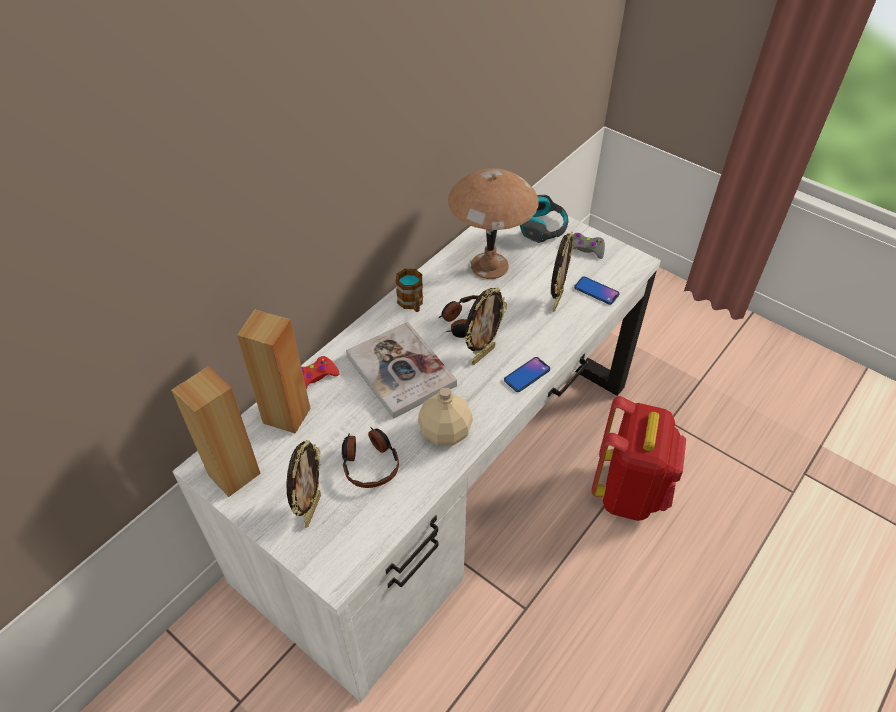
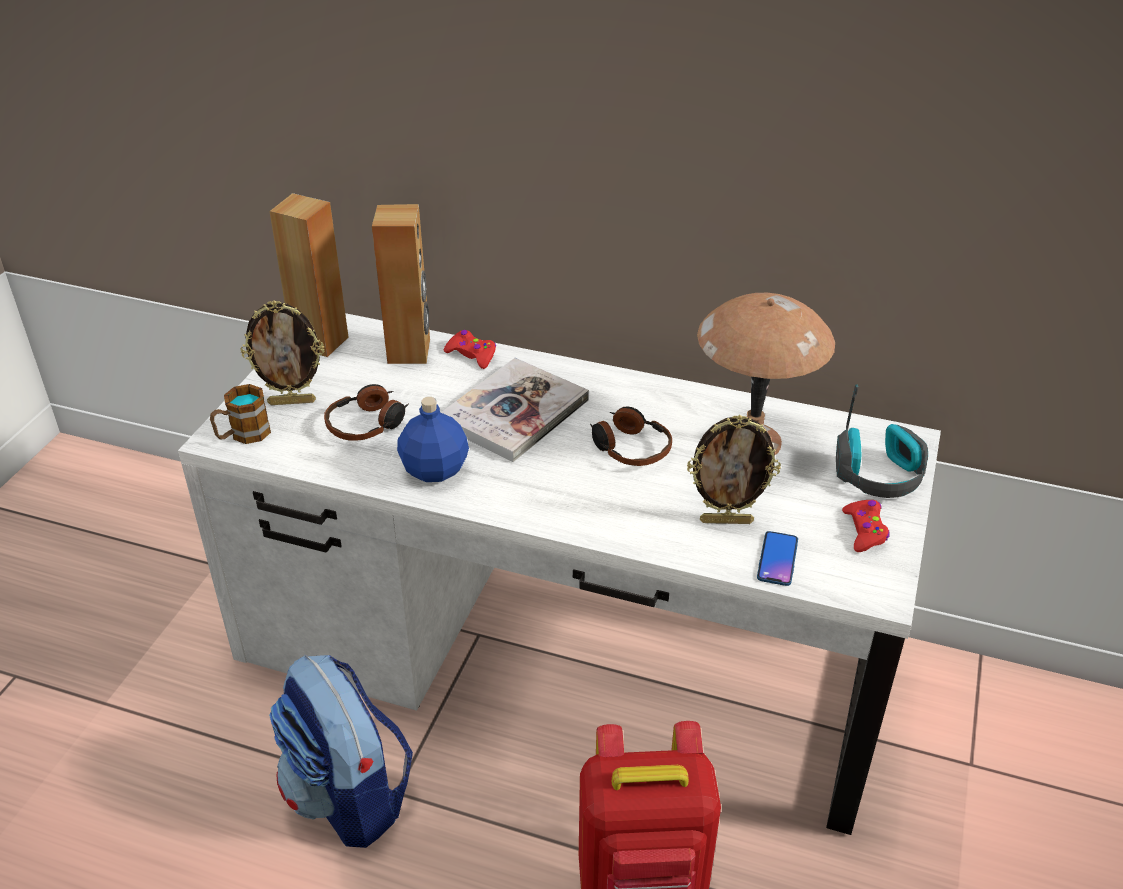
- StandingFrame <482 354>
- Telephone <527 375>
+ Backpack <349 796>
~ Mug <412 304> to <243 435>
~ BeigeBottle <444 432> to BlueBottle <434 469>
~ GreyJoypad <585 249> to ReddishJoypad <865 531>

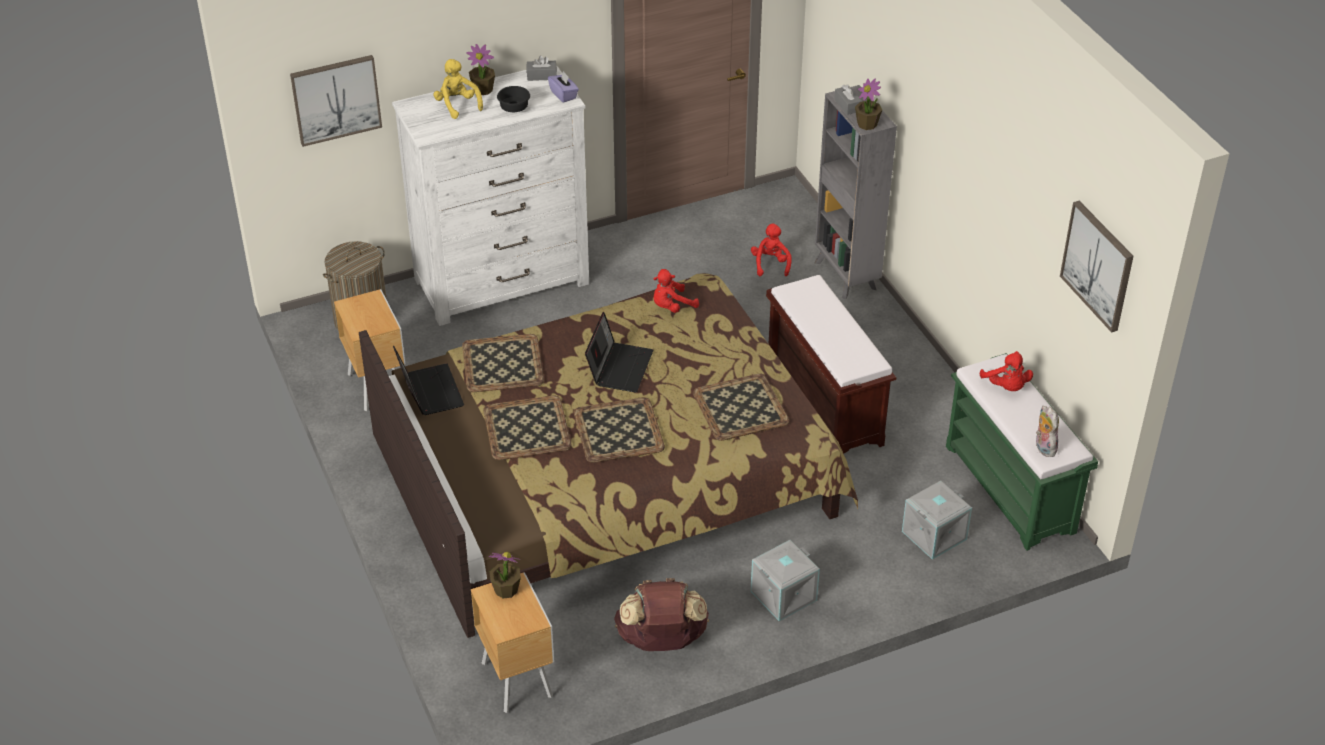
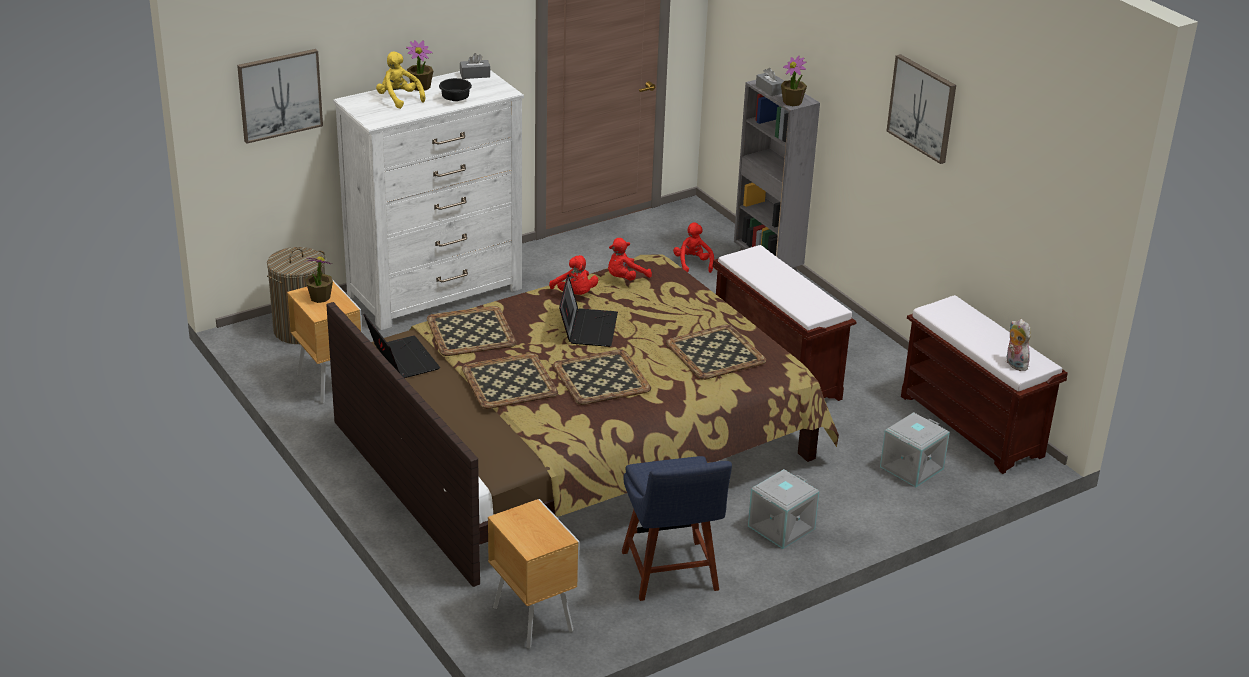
- PurpleColouredTissueBox <563 95>
~ PottedPlant <506 590> to <319 297>
~ ReddishSoftToy <1006 387> to <575 294>
~ WallPicture <1098 265> to <922 108>
~ BrownishBackpack <661 641> to BlueUprightChair <671 574>
~ GreenishLongSeat <1011 489> to BrownishLongSeat <973 426>

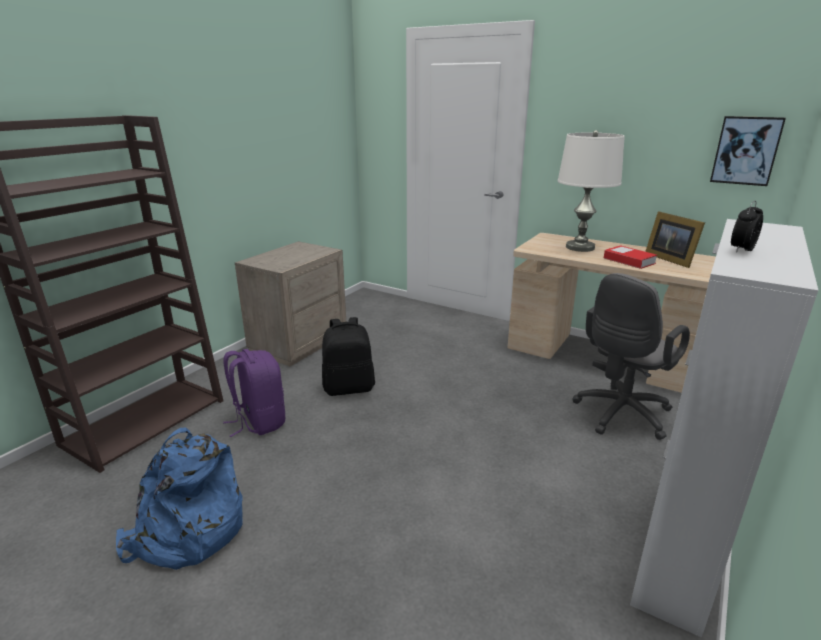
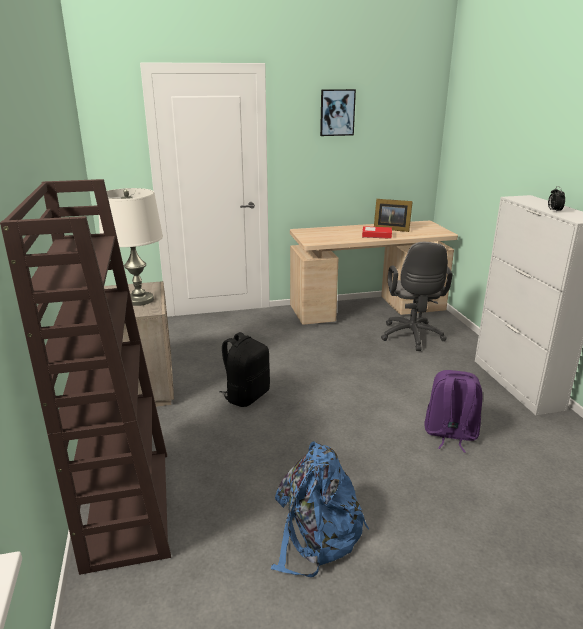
~ PurpleColouredBackpack <259 421> to <450 434>
~ WhiteColouredLampForATable <580 247> to <139 300>
~ WallPicture <746 150> to <337 112>

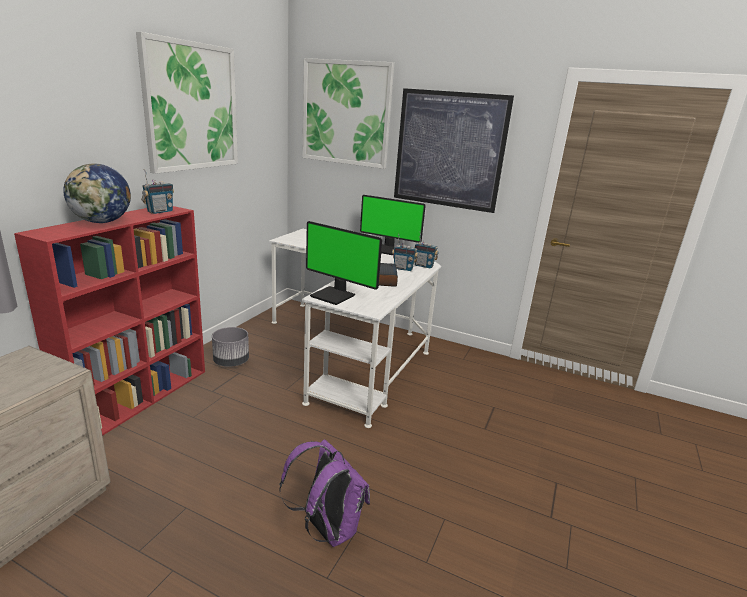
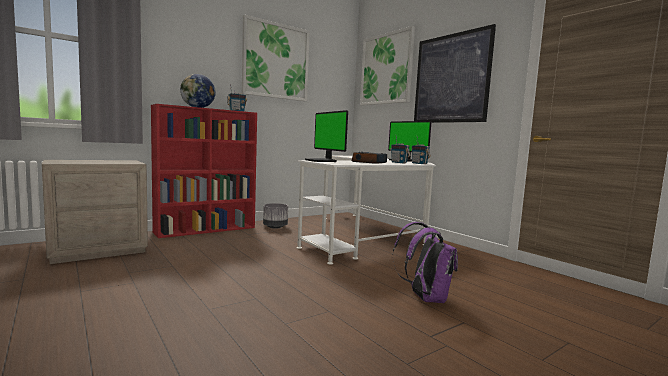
~ PurpleColouredBackpack <326 528> to <424 298>

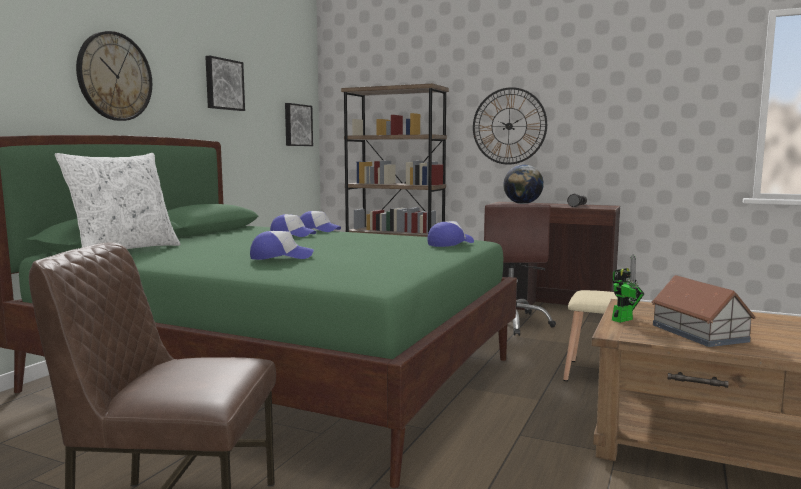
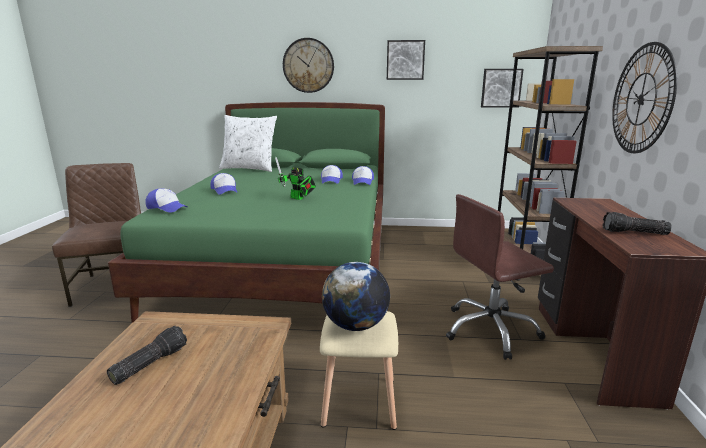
~ BaseballCap <450 243> to <167 208>
~ DeskGlobe <522 204> to <355 325>
~ ModelRobot <624 319> to <298 198>
~ MiniatureHouse <698 332> to Torch <150 363>

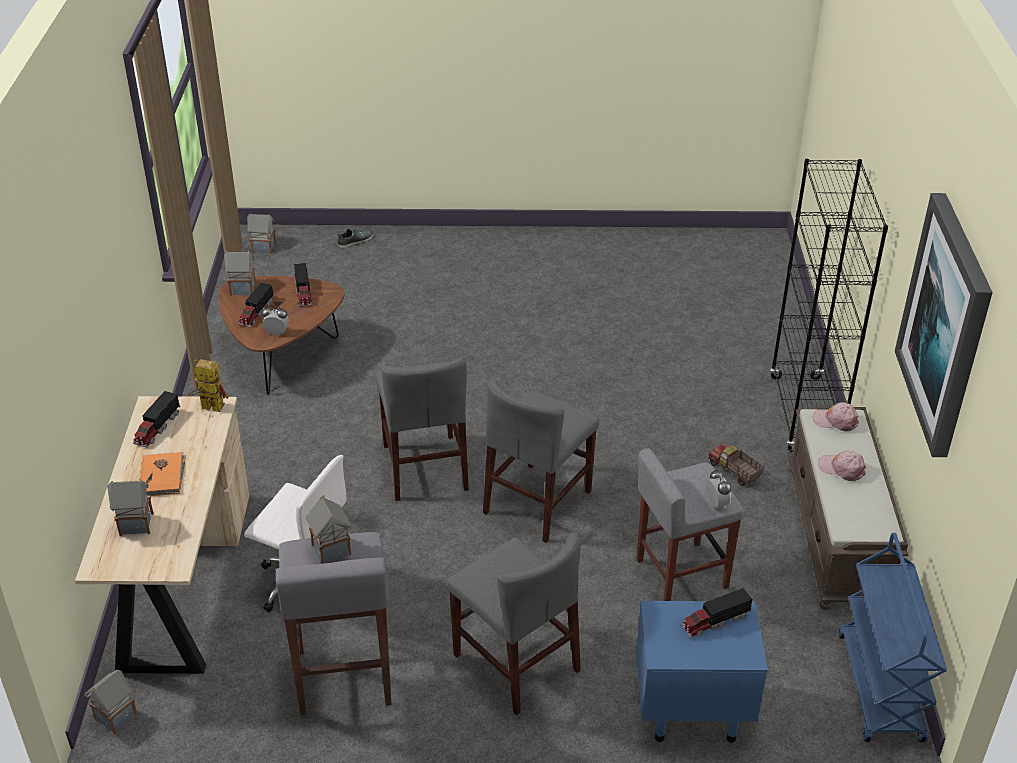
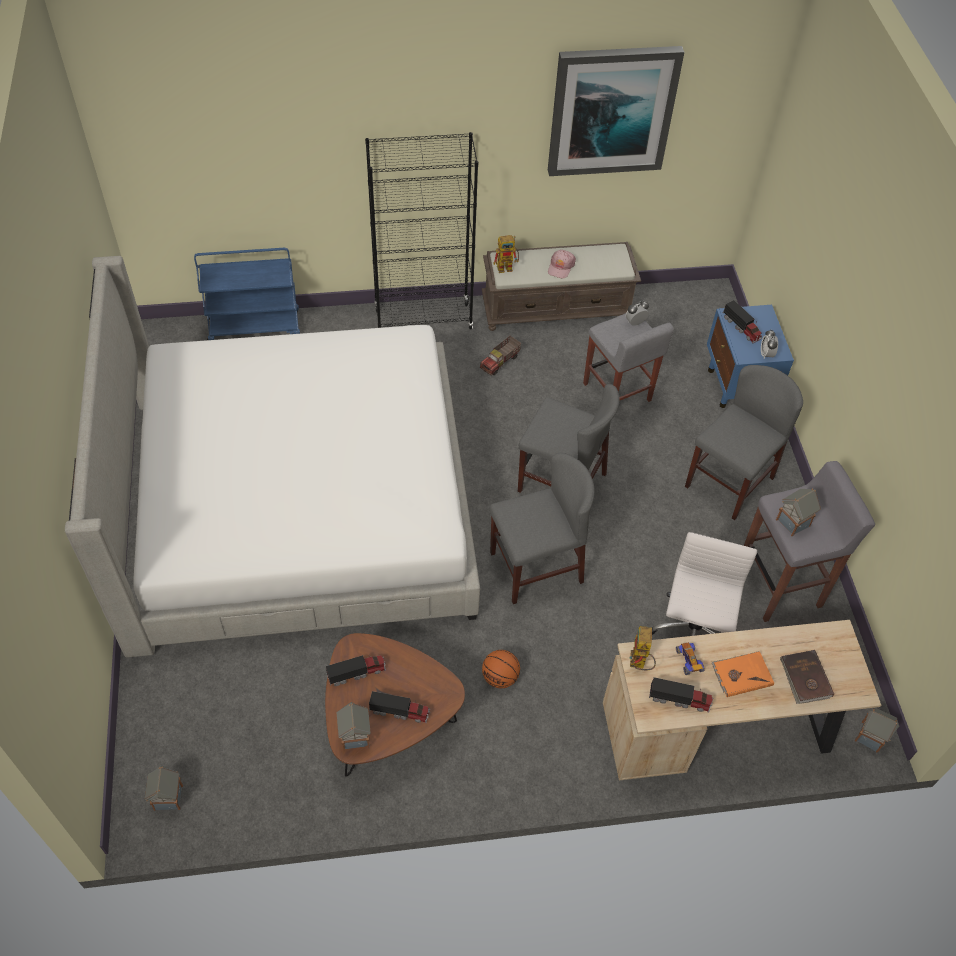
- LowShoe <355 241>
+ BedroomBed <298 506>
+ BallForBasketball <500 677>
+ ToyCar <689 661>
~ BedsideClock <276 333> to <766 354>
~ BlueWheeledCart <880 688> to <255 327>
~ MiniatureHouse <135 524> to BrownishVolume <805 678>
~ PinkBaseballCap <835 421> to ModelRobot <507 267>

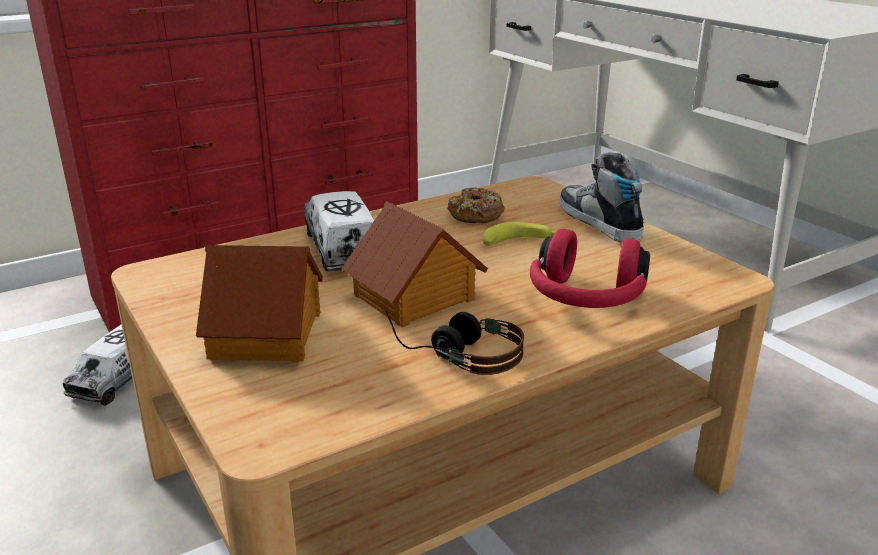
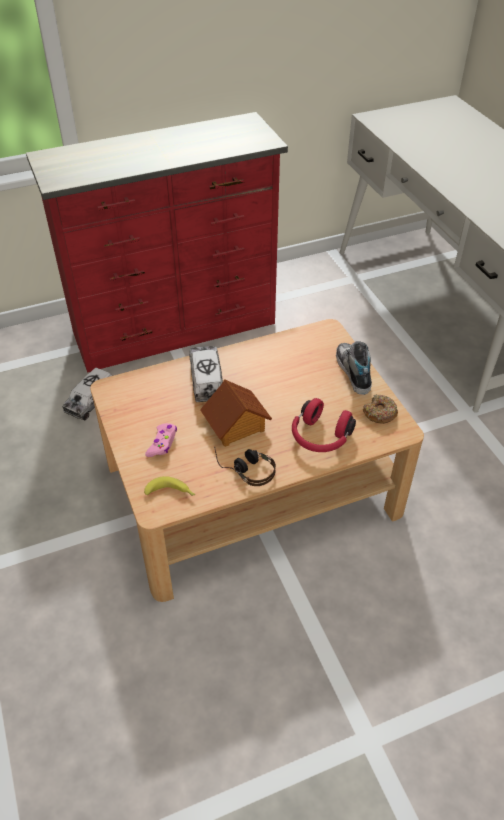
~ RingDoughnut <475 215> to <379 413>
~ WholeBanana <524 243> to <171 493>
~ MiniatureHouse <268 334> to PinkJoypad <162 443>

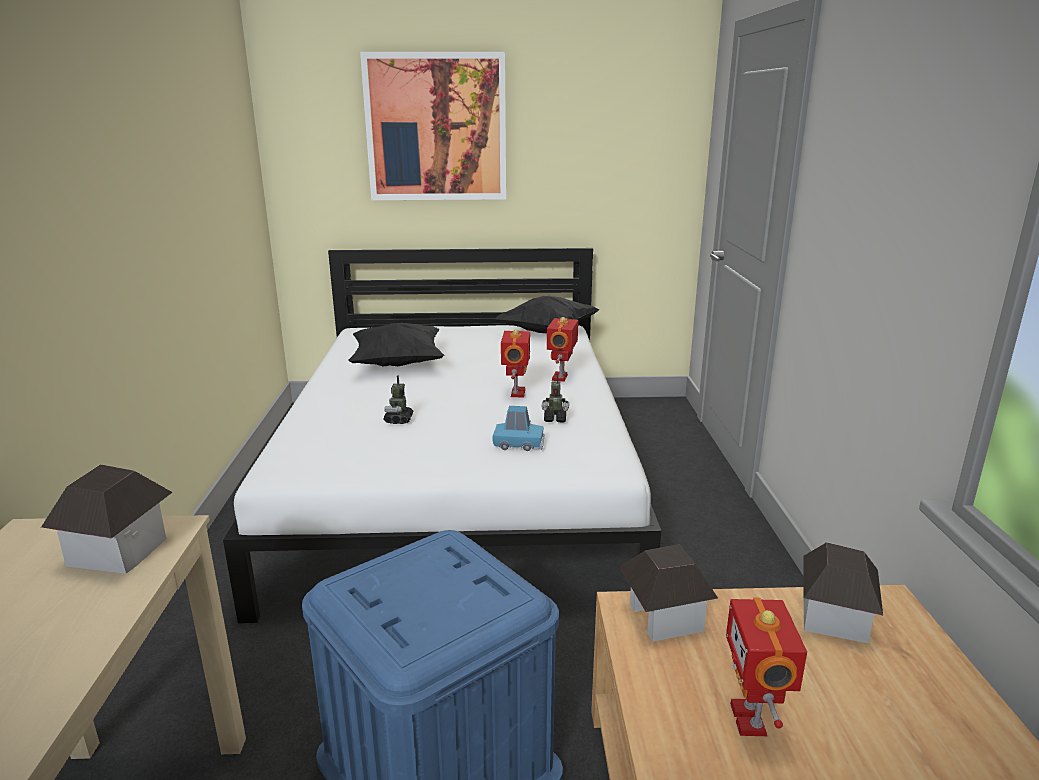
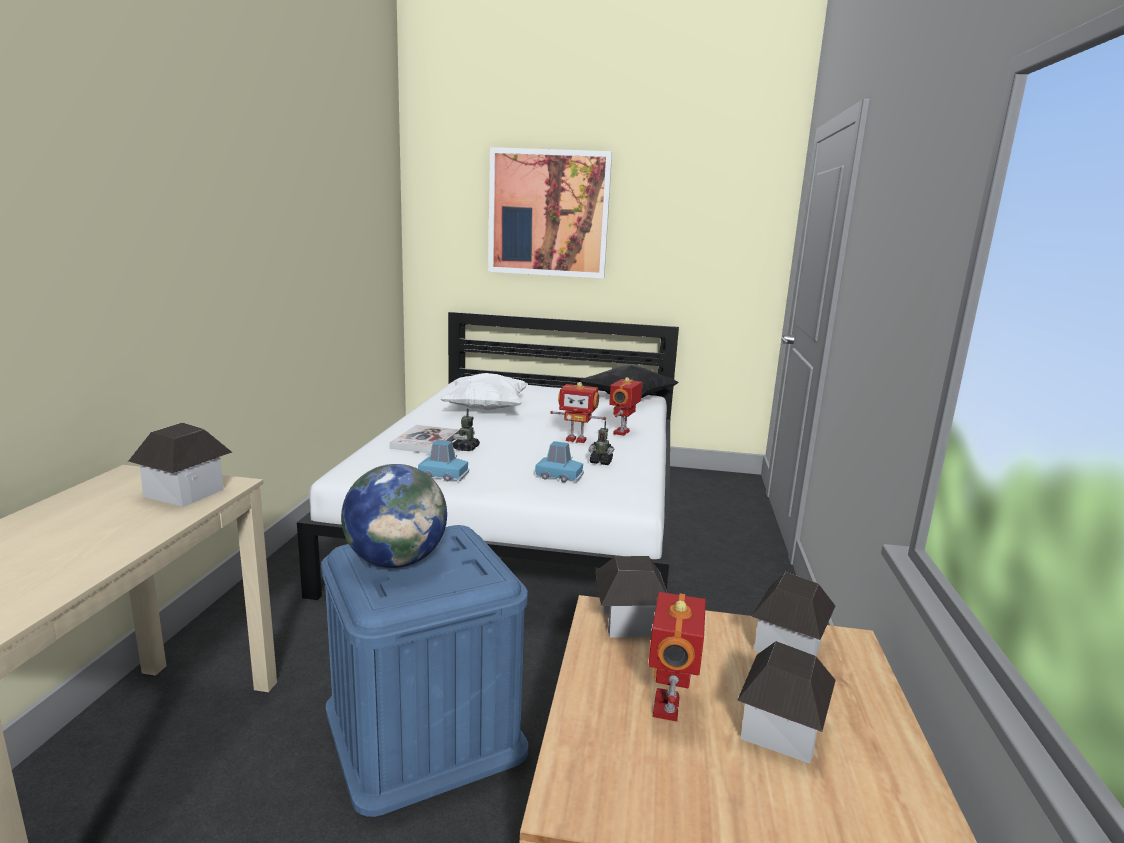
+ DeskGlobe <396 561>
+ Volume <426 441>
+ BlueToyCar <444 475>
+ MiniatureHouse <780 730>
~ BlackColouredThrowPillow <397 364> to WhiteColouredThrowPillow <486 409>
~ ModelRobot <516 393> = <576 439> 90 degrees clockwise

